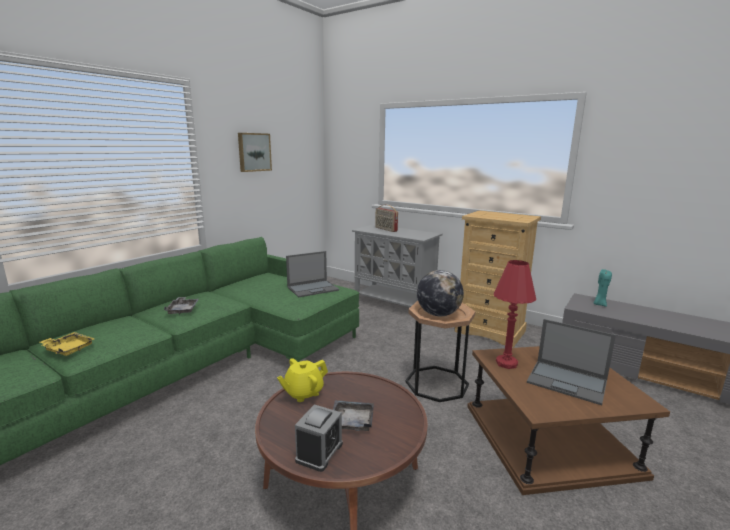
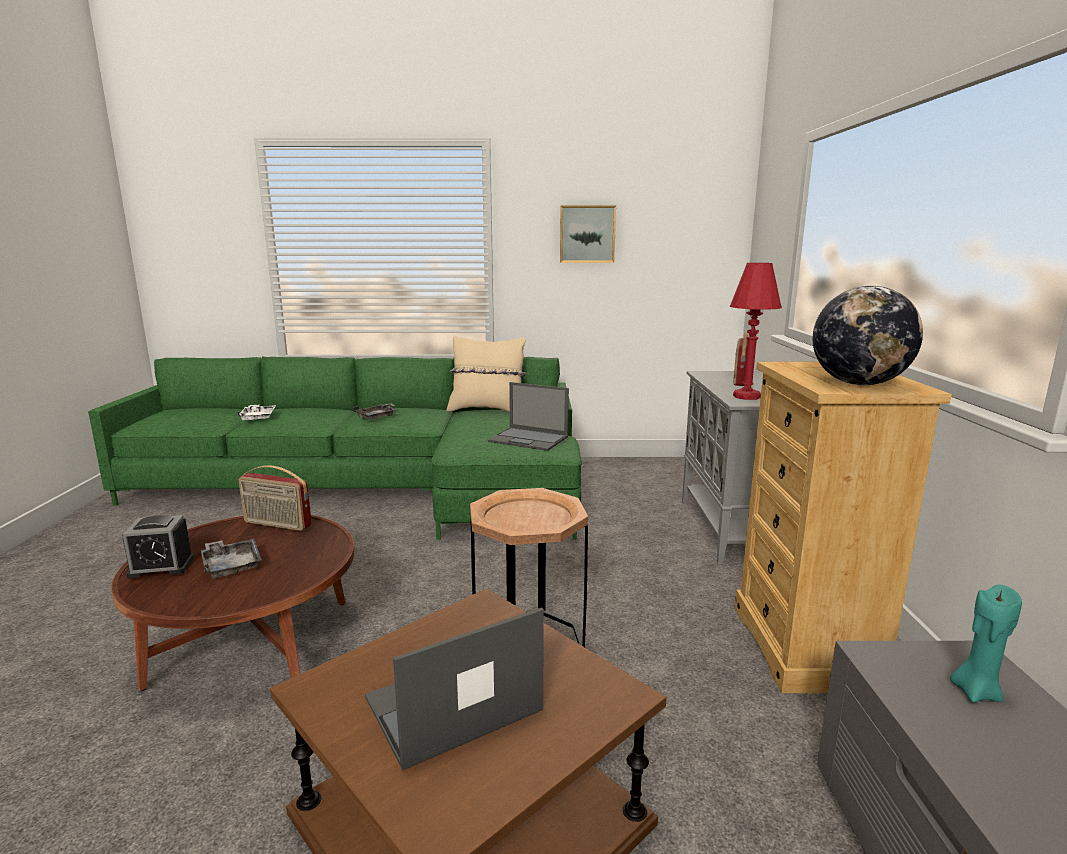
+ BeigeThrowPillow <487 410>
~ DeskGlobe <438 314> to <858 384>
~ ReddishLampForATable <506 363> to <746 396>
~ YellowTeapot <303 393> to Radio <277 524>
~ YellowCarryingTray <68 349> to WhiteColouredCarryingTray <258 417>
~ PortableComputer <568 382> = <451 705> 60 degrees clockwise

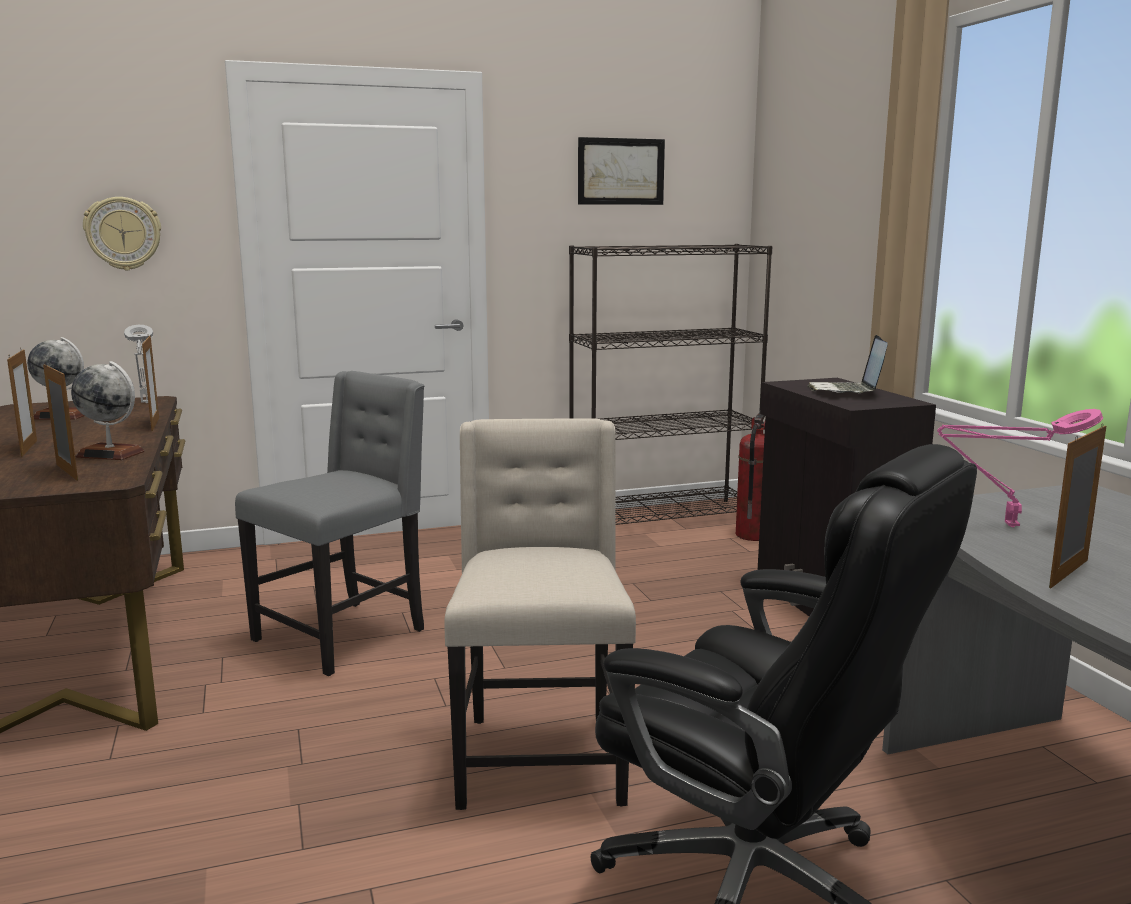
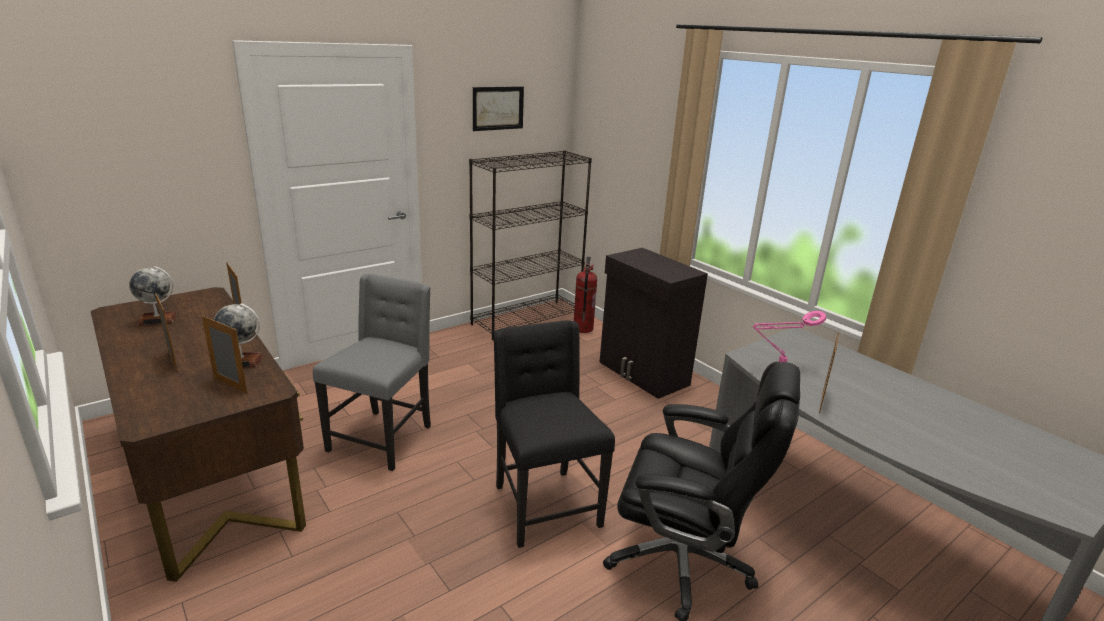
- HangingClock <123 233>
- GreyLampForATable <145 403>
- PortableComputer <846 391>
~ BeigeUprightChair <540 758> to BlackColouredUprightChair <544 505>

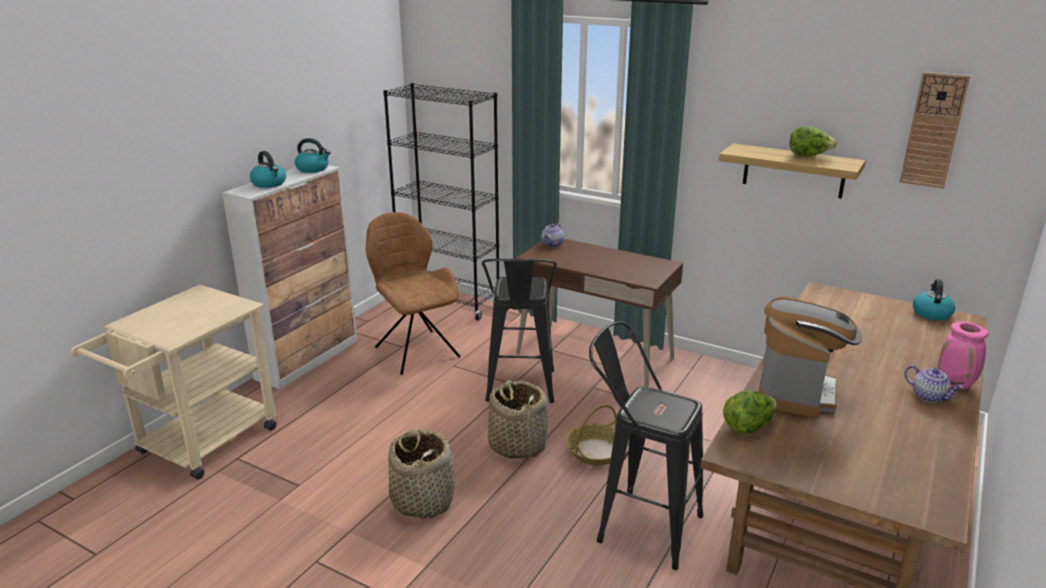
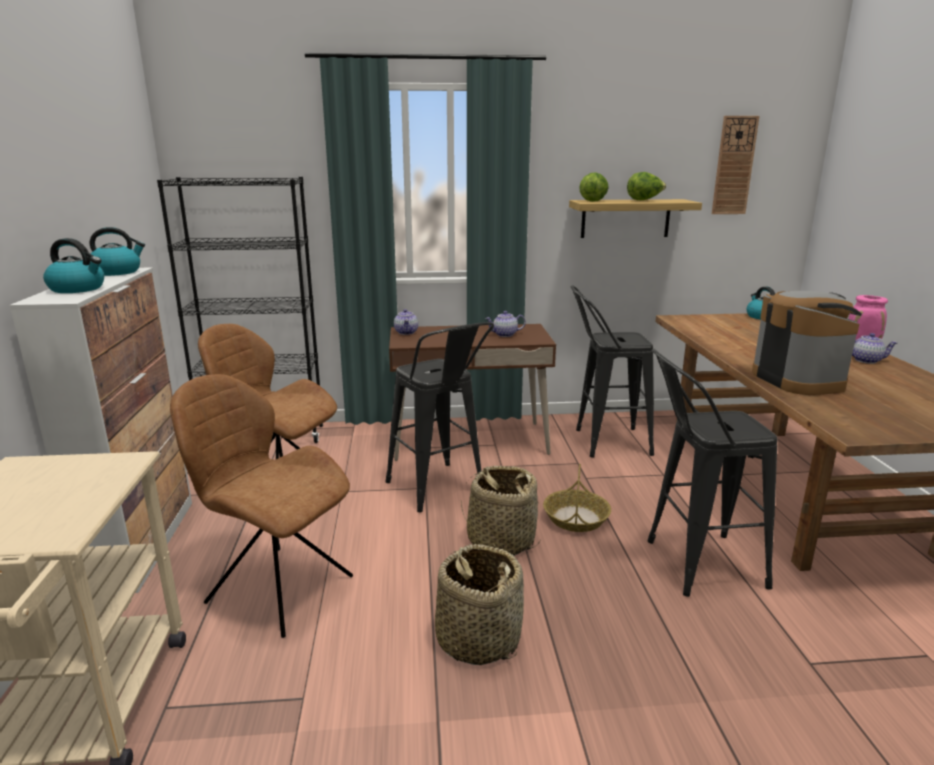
+ BrownishUprightChair <276 587>
+ Teapot <505 334>
+ BlackColouredSittingStool <603 442>
~ Lettuce <748 426> to <593 201>

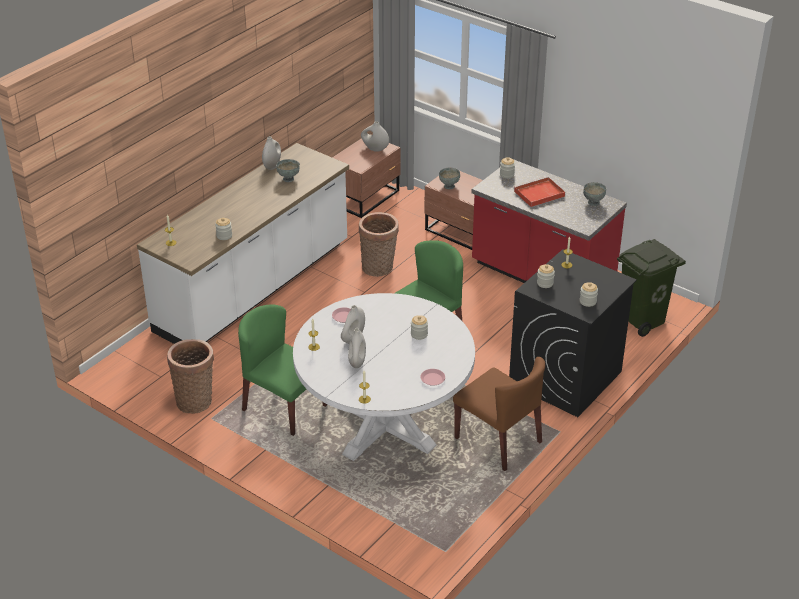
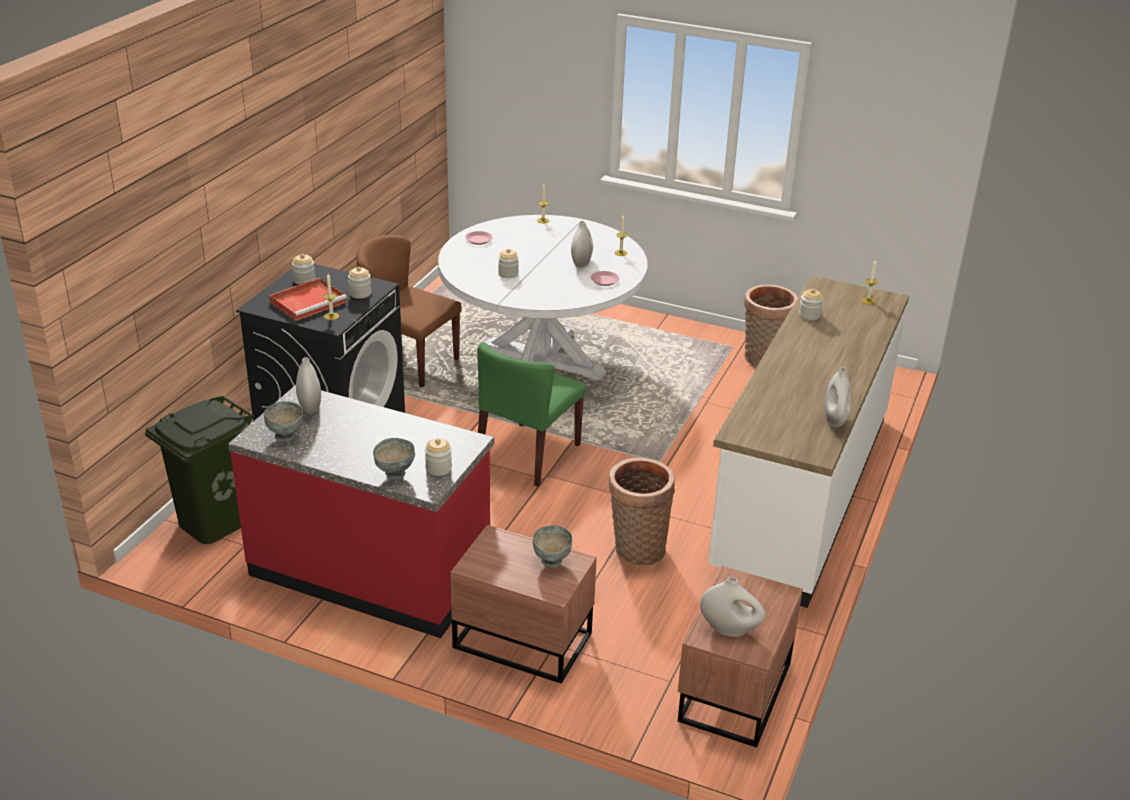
- GreenishUprightChair <284 407>
~ GreyBowl <288 178> to <395 474>
~ WhiteColouredVase <357 362> to <310 406>
~ ReddishCarryingTray <538 194> to <309 301>

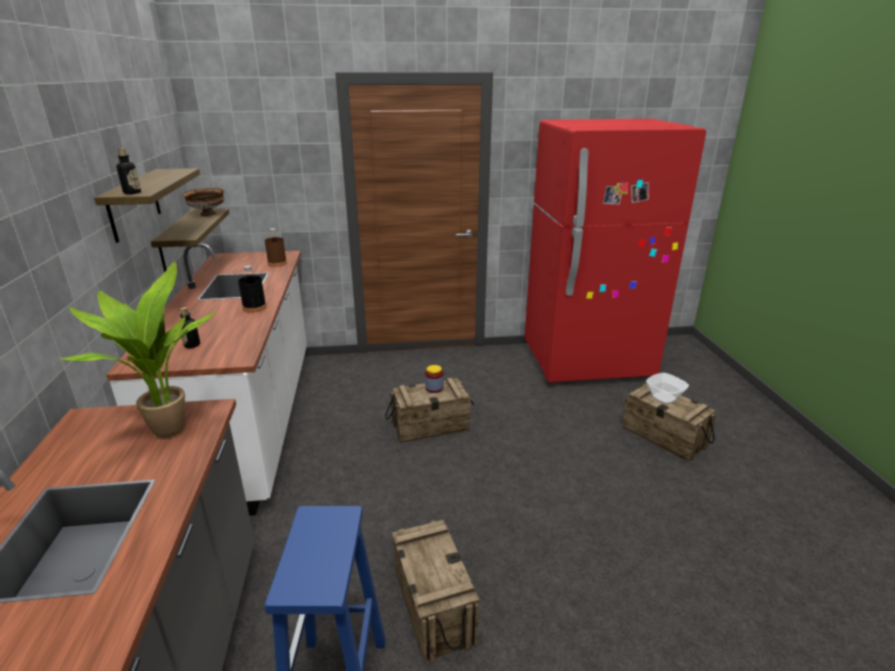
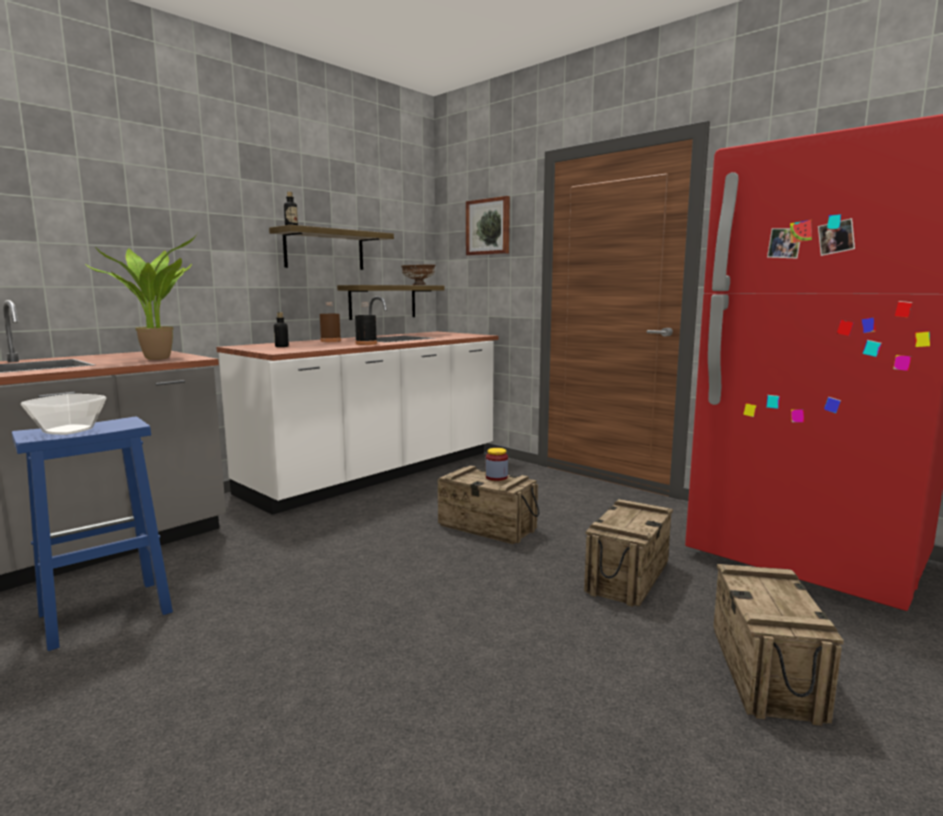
+ WallPicture <488 227>
~ BrownishBottle <277 263> to <330 341>
~ ShippingCrate <432 607> to <627 577>
~ Bowl <664 398> to <68 430>

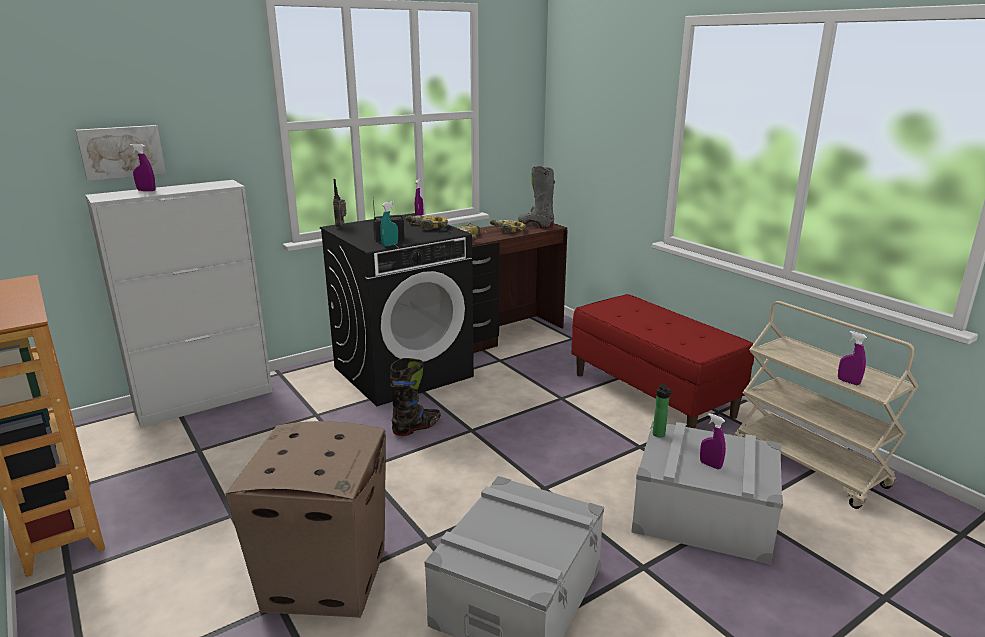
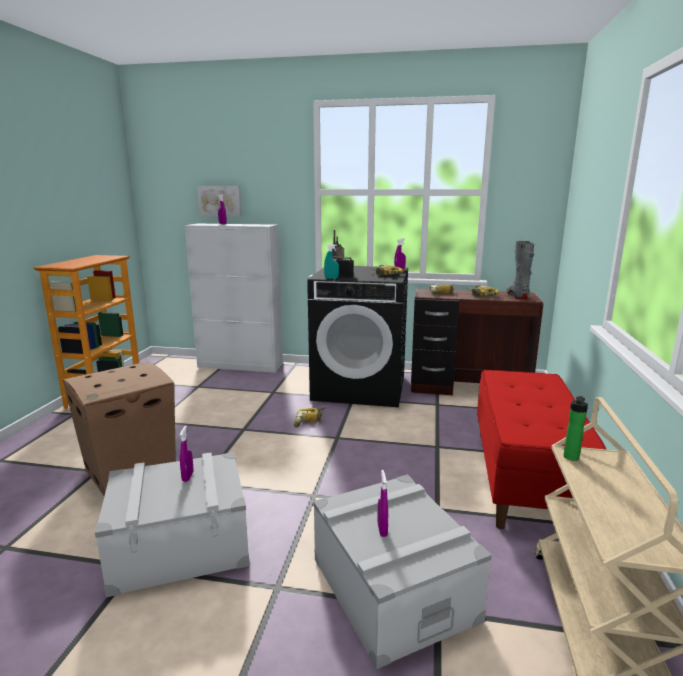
~ Bottle <659 435> to <570 458>
~ PurpleColouredHandSprayer <848 382> to <188 477>
~ BlackColouredHighTopBoot <417 427> to Drill <309 421>

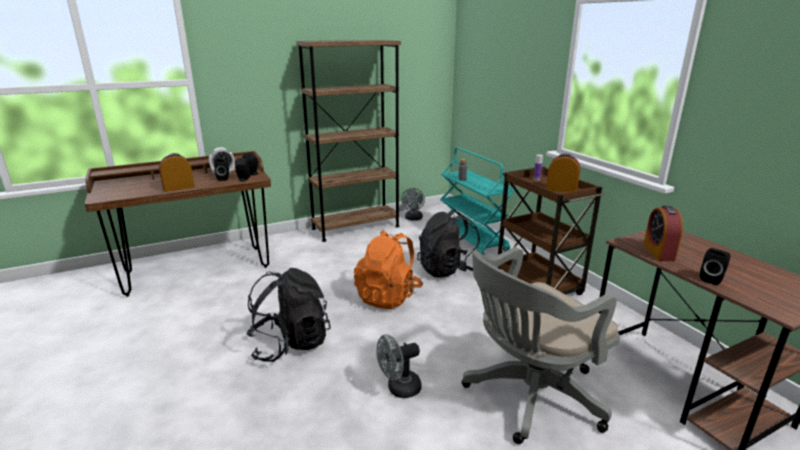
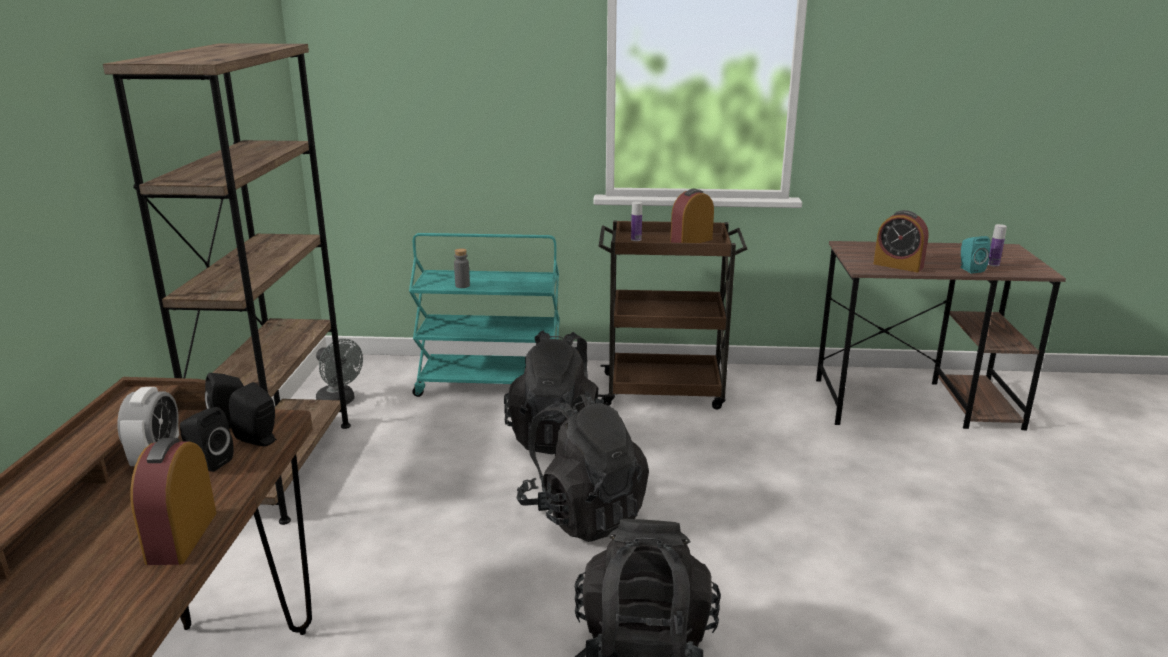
- GreyFan <399 389>
- GreyDeskChair <528 396>
+ Bottle <993 264>
~ OrangeColouredBackpack <388 296> to BlackColouredBackpack <583 514>
~ BlackColouredSpeaker <712 279> to BlueGreenSpeaker <969 269>

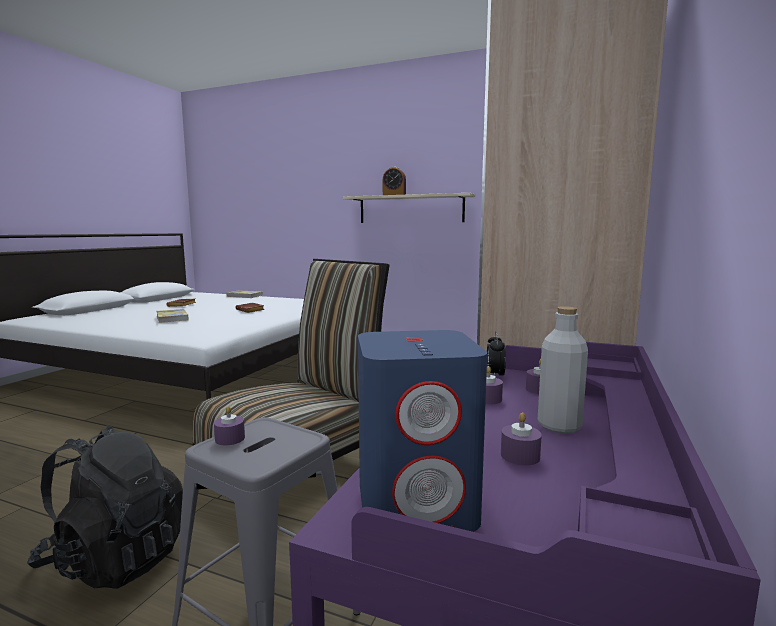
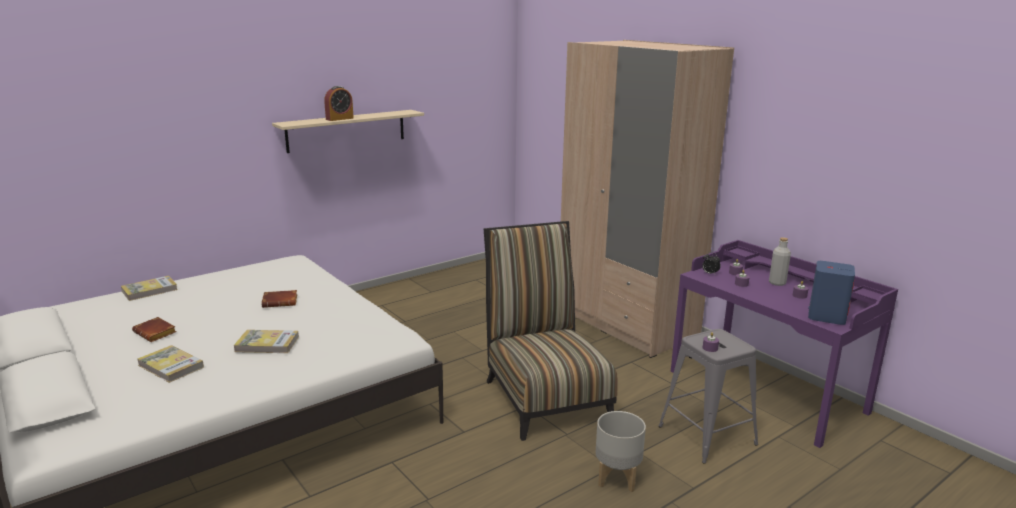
+ Volume <171 366>
~ BlackColouredBackpack <115 559> to GreyPlanter <616 478>

